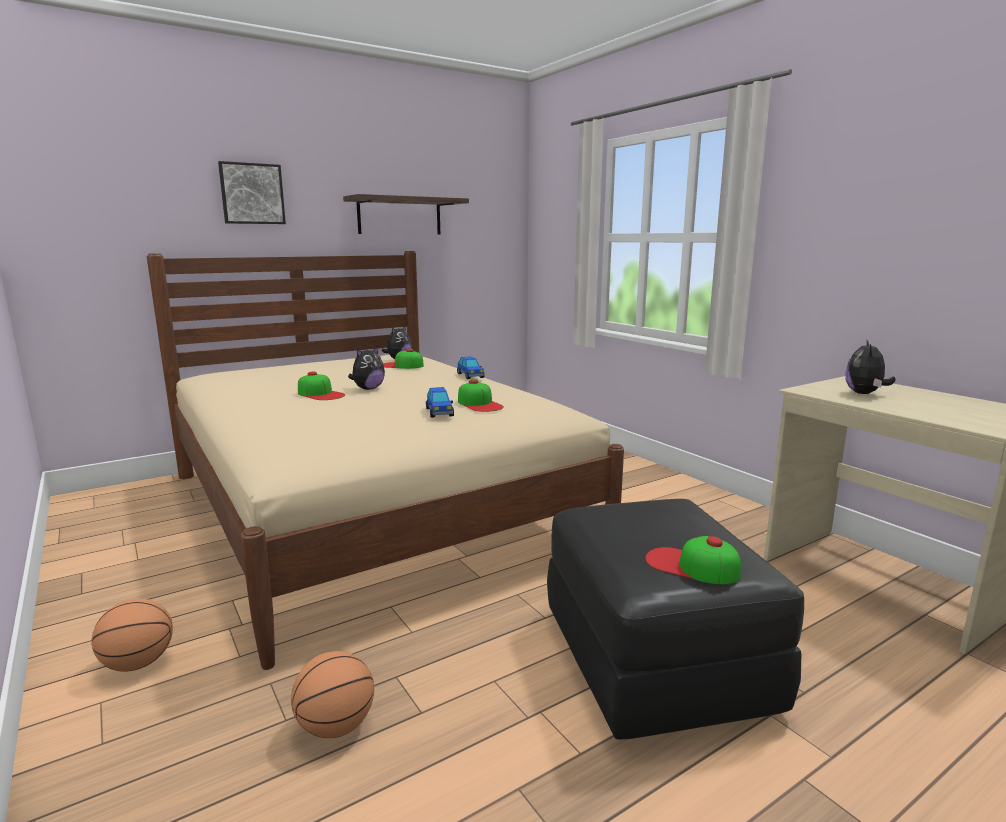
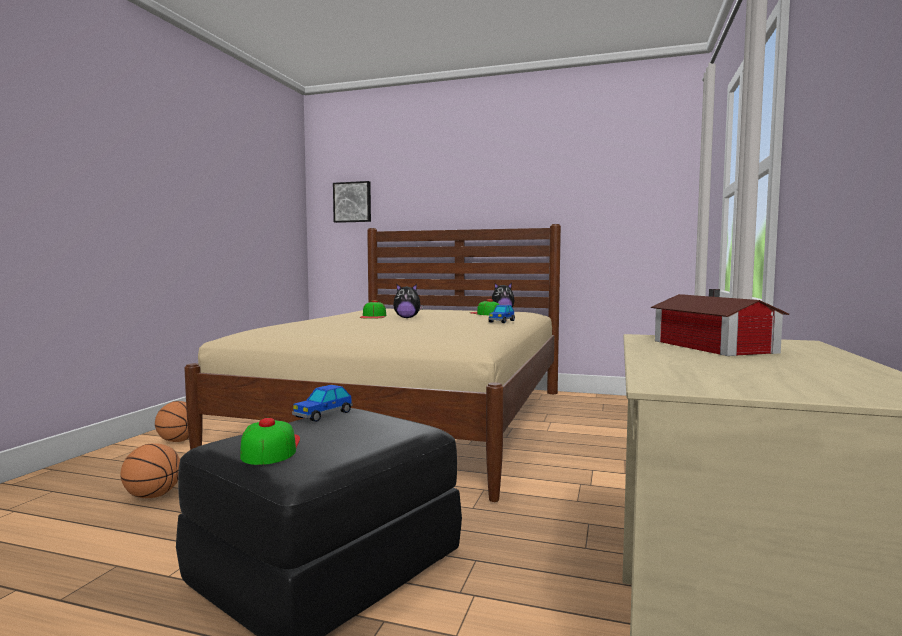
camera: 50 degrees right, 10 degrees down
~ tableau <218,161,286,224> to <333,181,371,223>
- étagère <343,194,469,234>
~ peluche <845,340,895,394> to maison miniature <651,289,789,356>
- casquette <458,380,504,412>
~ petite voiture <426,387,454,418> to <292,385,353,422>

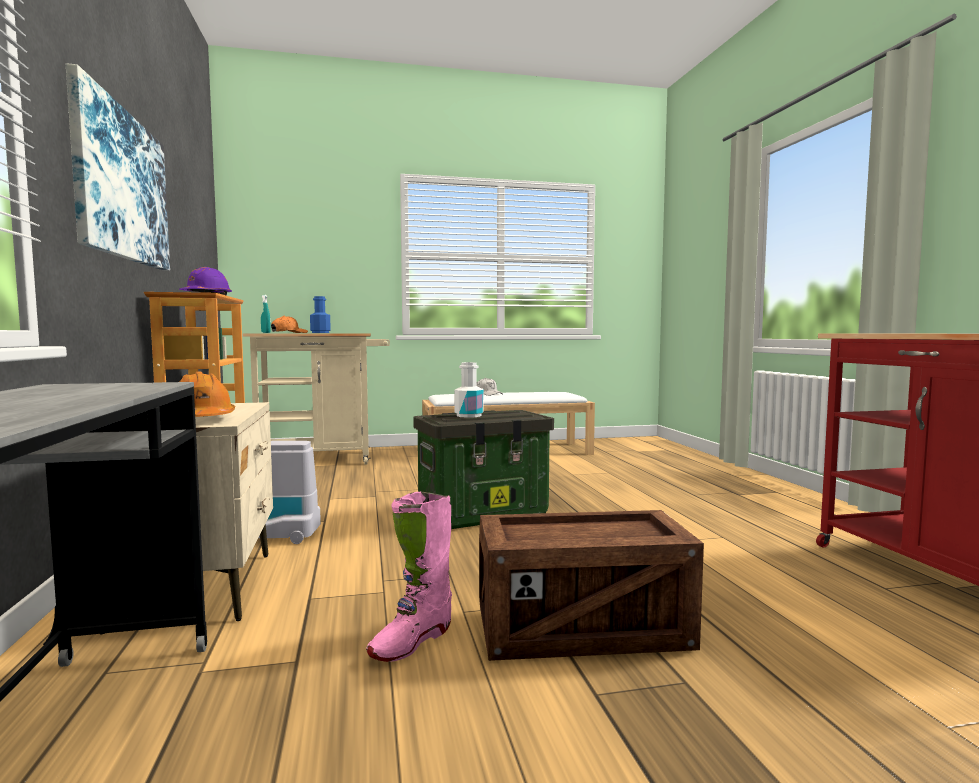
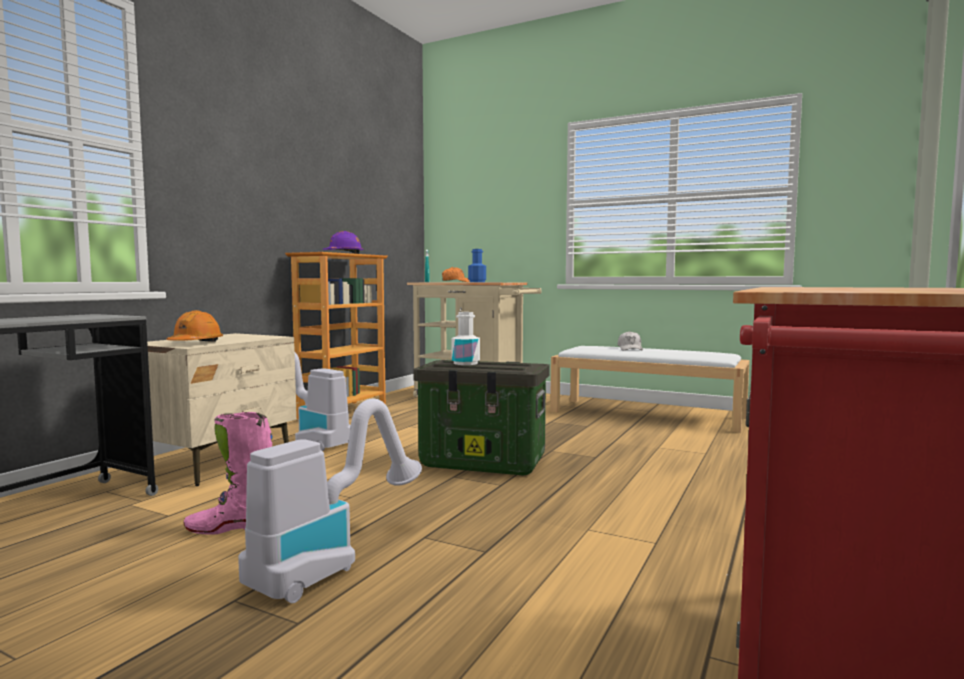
camera: 40 degrees right, 0 degrees up
- tableau <66,63,170,270>
~ caisse <479,510,704,661> to aspirateur <238,399,422,603>

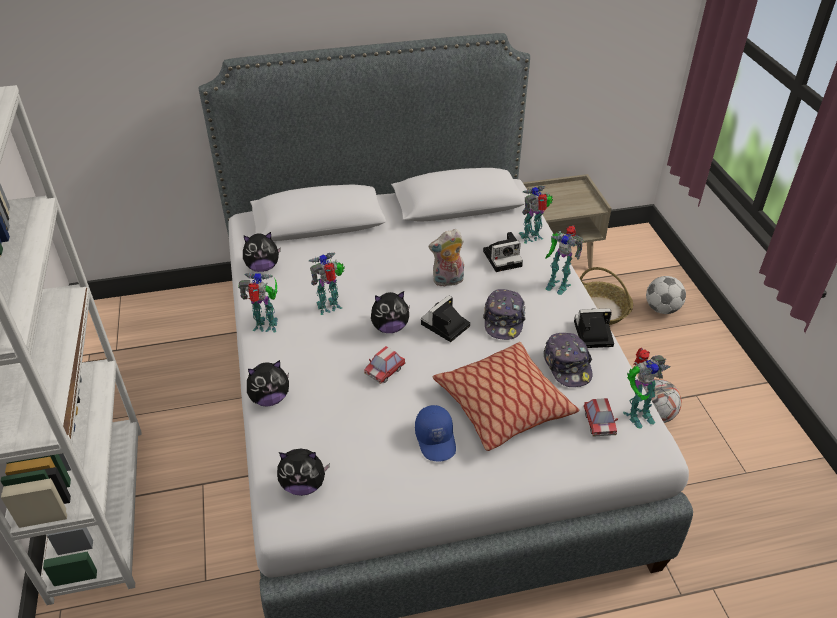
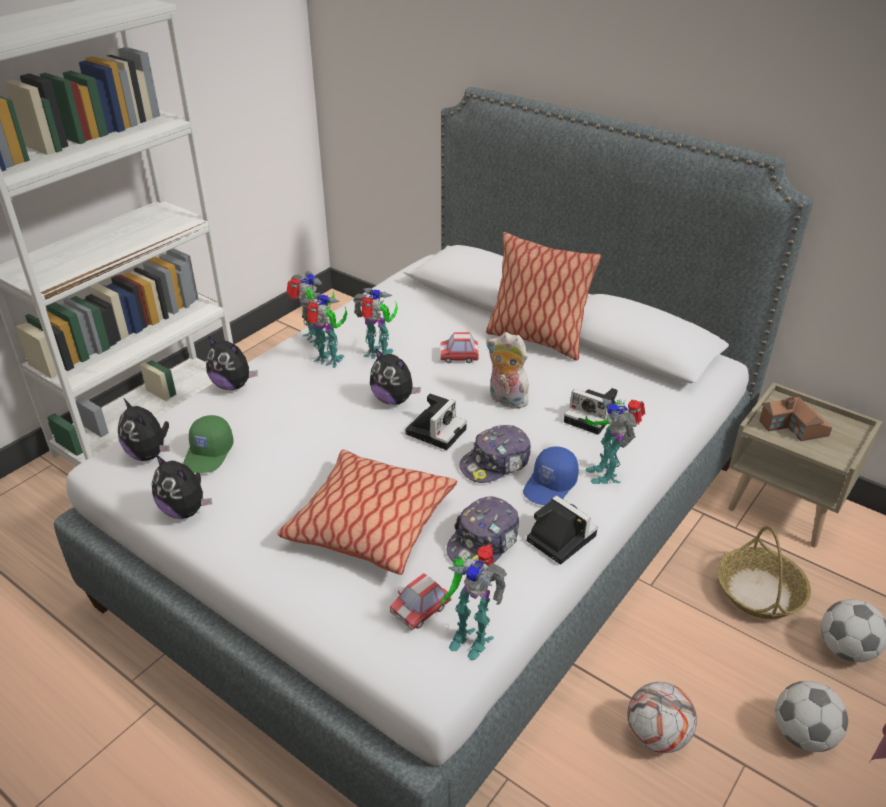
camera: 50 degrees right, 5 degrees down
~ robot jouet <519,186,553,244> to <301,293,347,368>
~ peluche <243,232,281,272> to <152,454,212,519>
~ appareil photo <421,295,470,342> = <405,394,467,450> 120 degrees clockwise
~ petite voiture <364,346,405,384> to <440,332,479,363>
~ casquette (bleu) <415,405,456,462> to <523,446,579,505>
+ coussin <486,232,601,361>
+ maison miniature <759,397,832,441>
+ casquette (vert) <183,415,234,473>
+ ballon de foot <775,681,848,752>

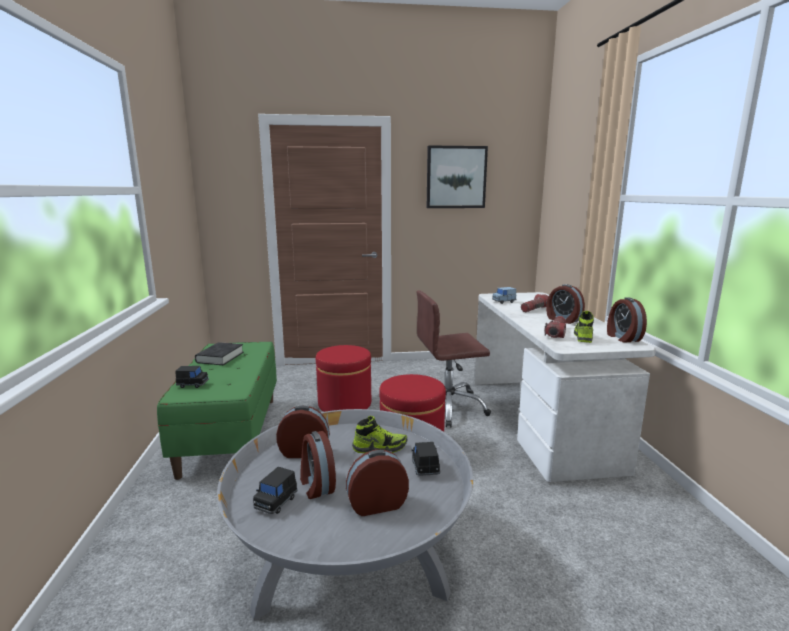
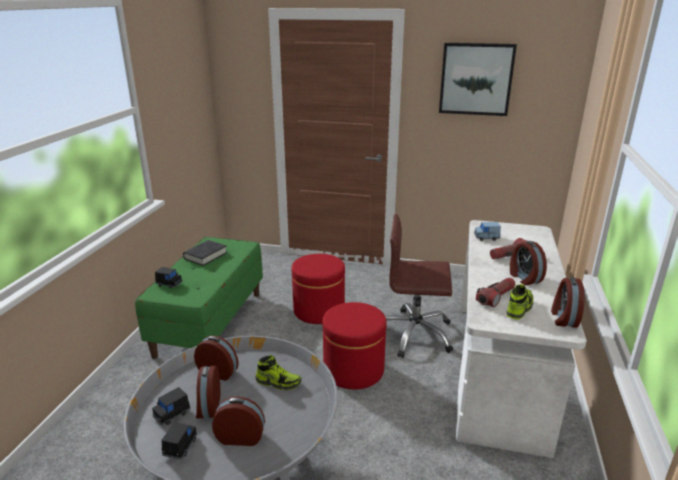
camera: 20 degrees right, 10 degrees up
~ petite voiture (noir) <412,442,440,476> to <161,422,197,459>

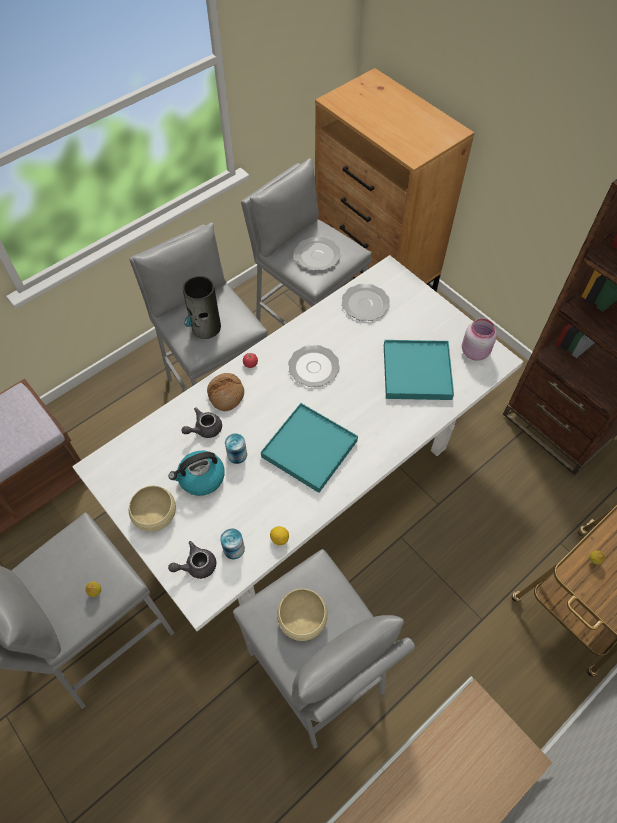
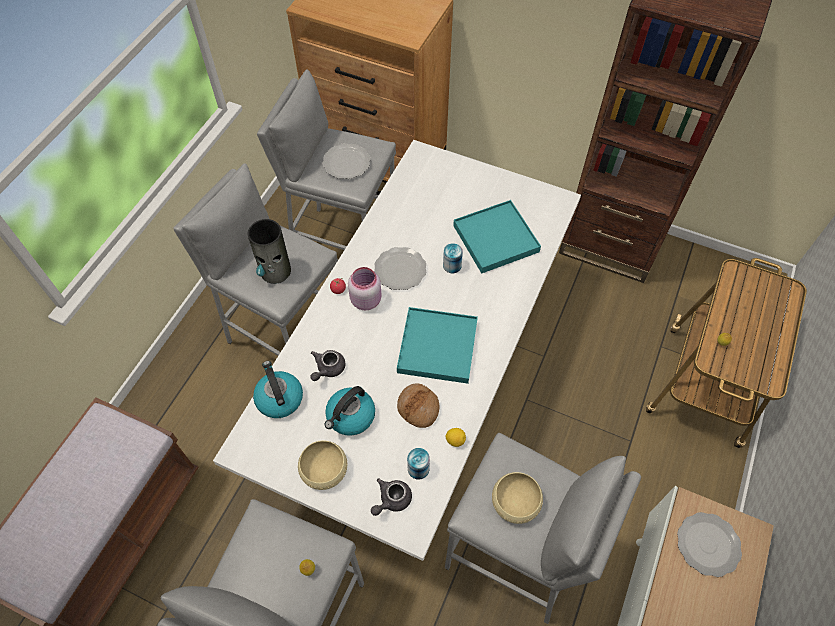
camera: 25 degrees left, 0 degrees up
~ assiette <342,284,390,321> to <677,512,742,577>
~ bocal (rose) <462,319,497,361> to <348,267,382,310>
~ pain <207,373,244,411> to <397,383,439,428>
~ boîte métallique <225,433,247,464> to <443,243,463,273>
+ bouilloire <253,361,303,418>

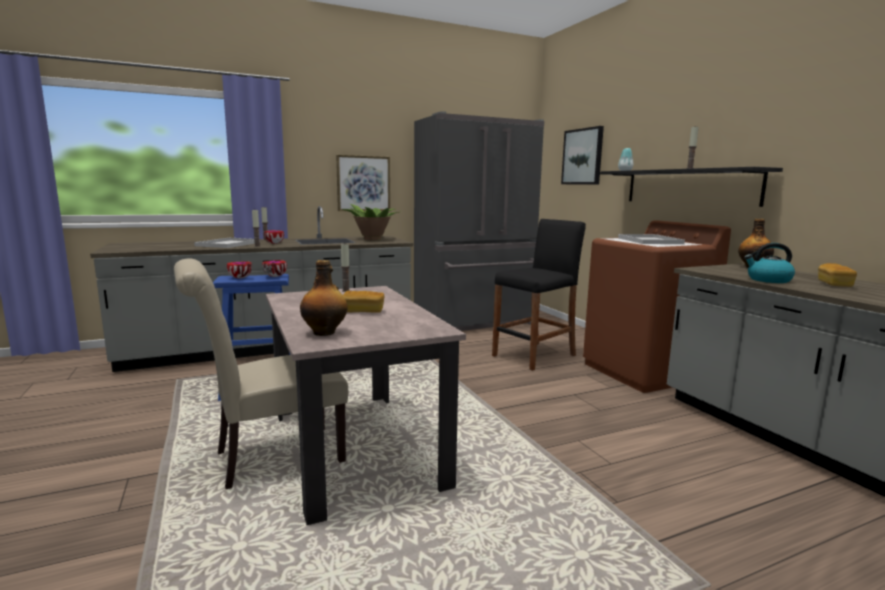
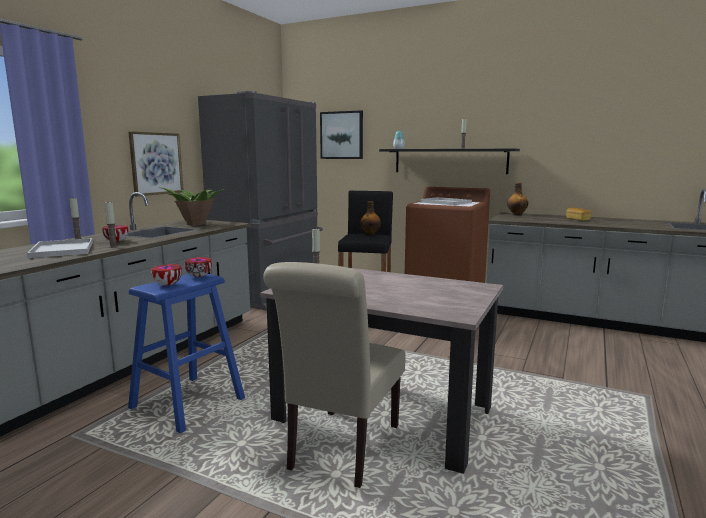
camera: 40 degrees left, 0 degrees up
- bouilloire <744,243,795,283>
~ bouteille <300,260,348,336> to <360,201,381,235>
- pain <343,291,385,313>

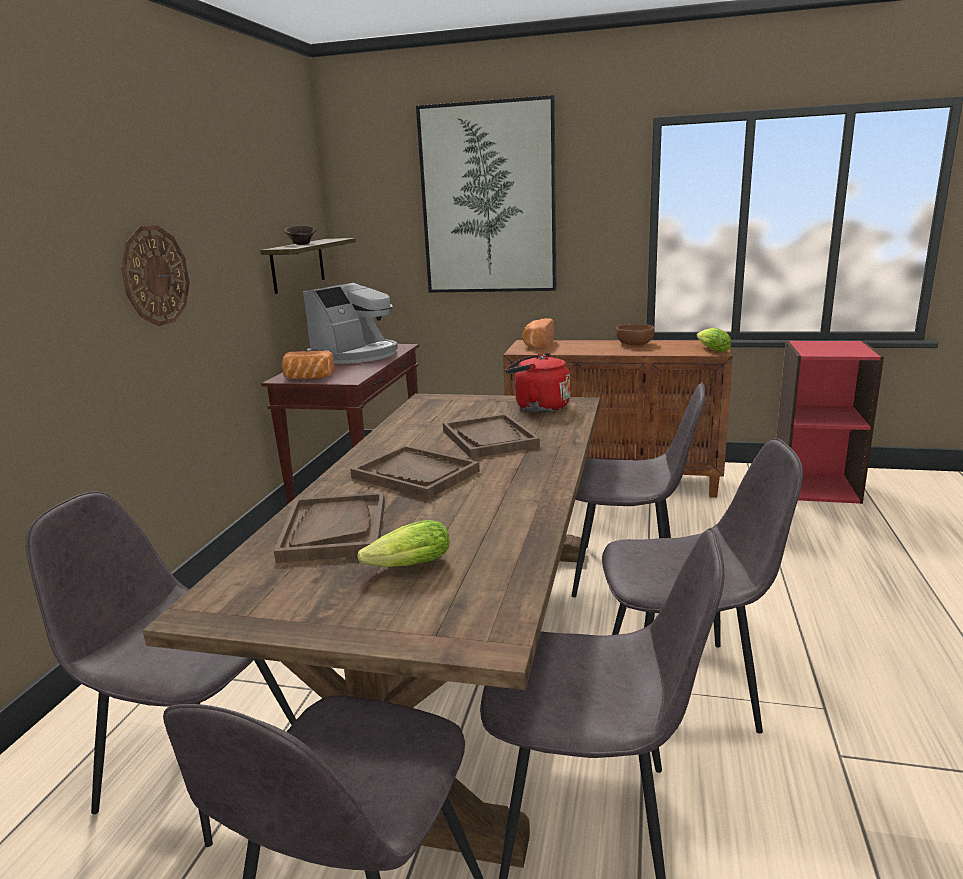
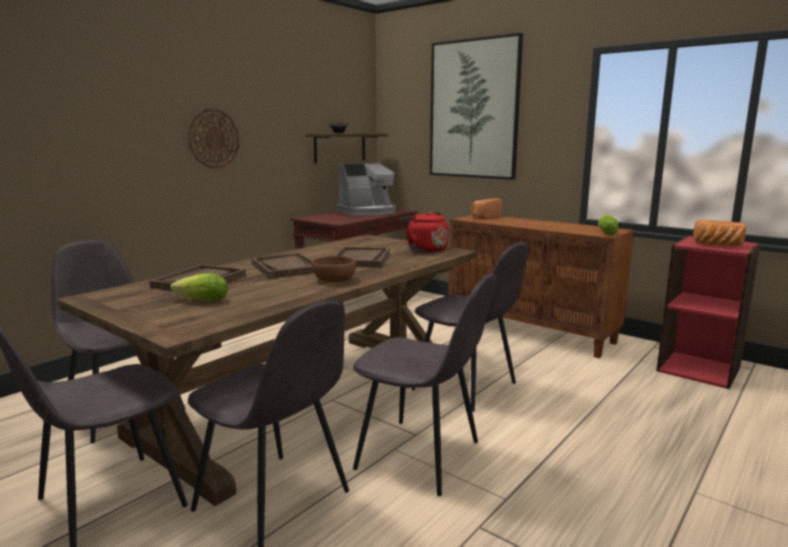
camera: 25 degrees right, 5 degrees down
~ bol (marron) <616,324,655,345> to <312,256,356,282>
~ pain <282,351,335,379> to <693,220,746,246>

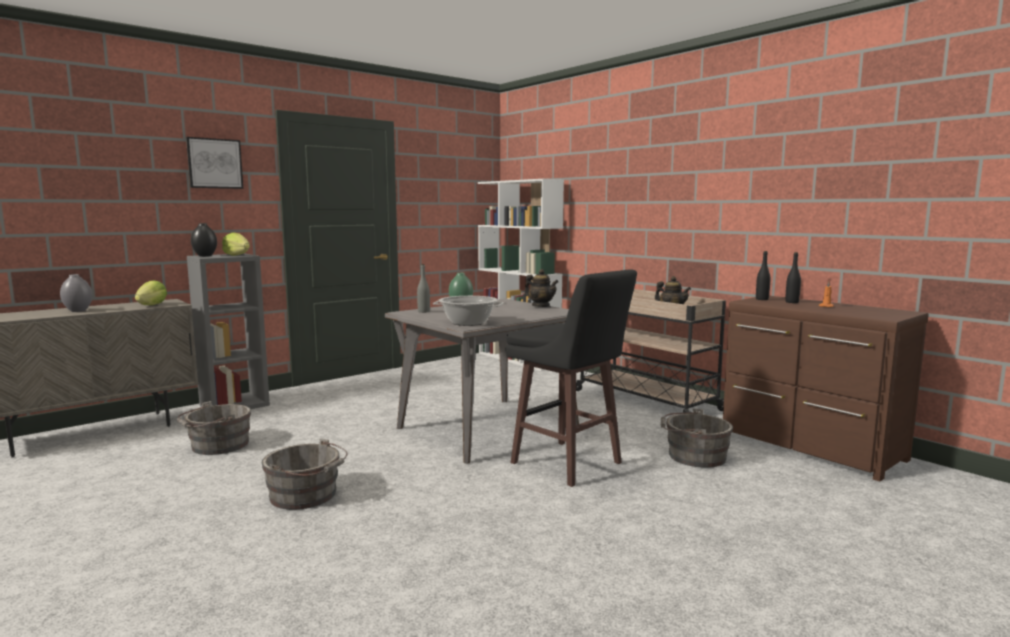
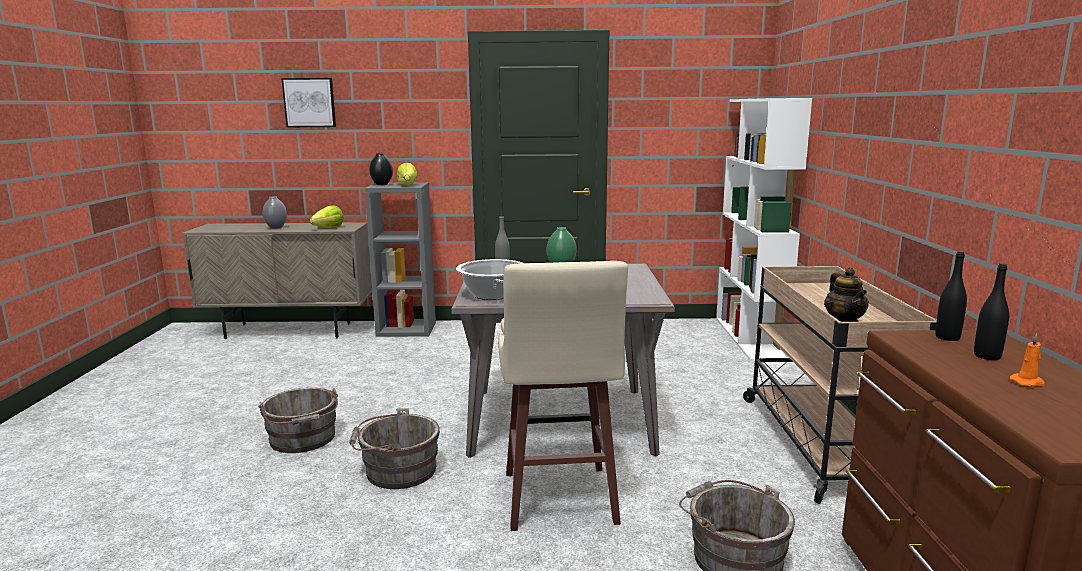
camera: 40 degrees right, 5 degrees up
~ tableau <186,137,243,189> to <281,78,336,127>
~ tabouret (noir) <506,269,637,487> to tabouret (beige) <498,261,628,531>
- théière <524,269,558,307>
~ seau (gris) <177,401,251,455> to <349,408,440,489>

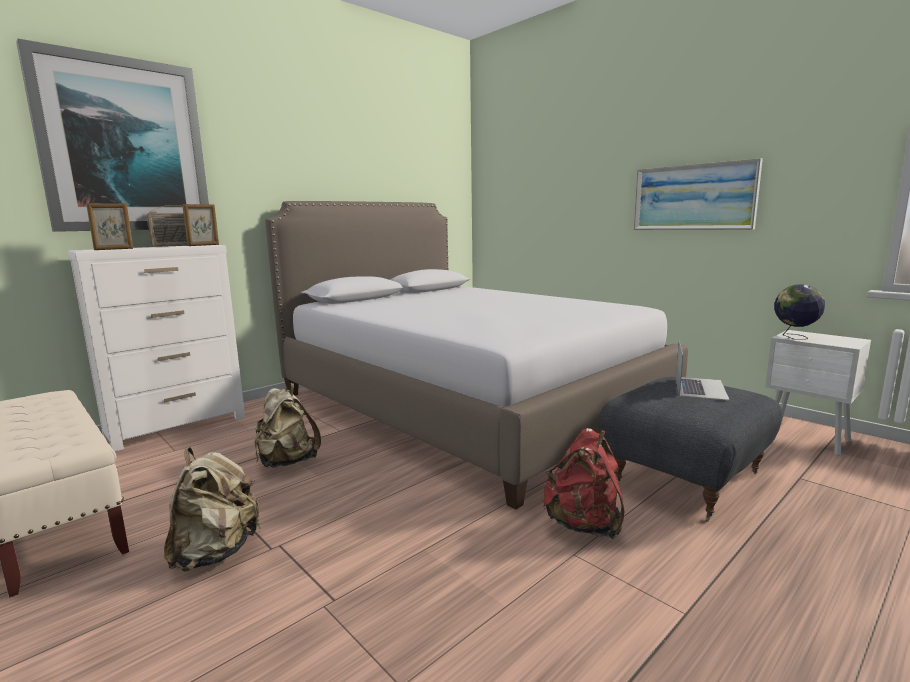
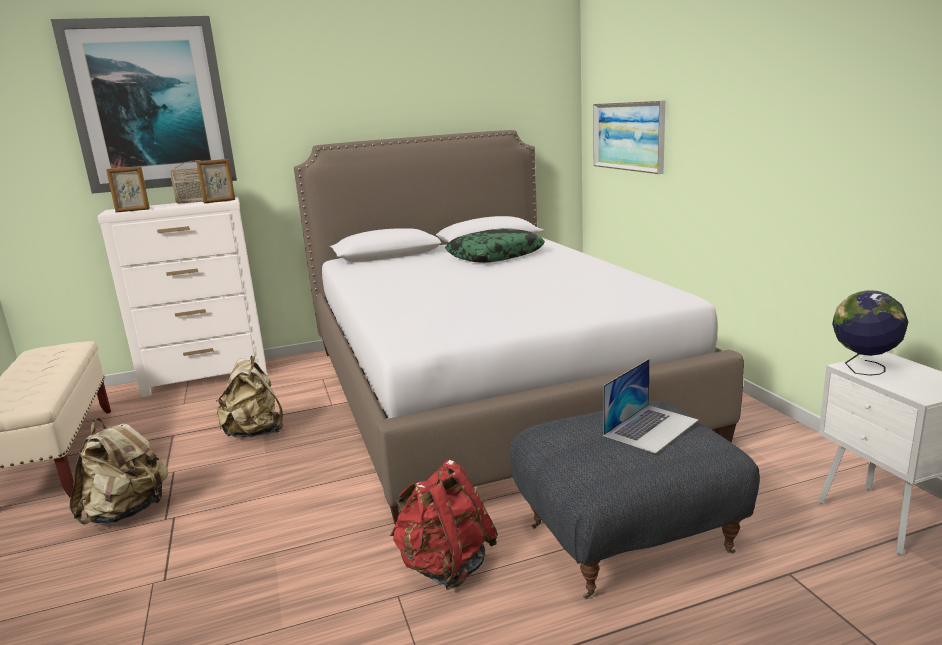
camera: 25 degrees right, 5 degrees up
~ tableau <634,158,763,230> to <593,100,665,174>
+ coussin <445,228,545,263>

